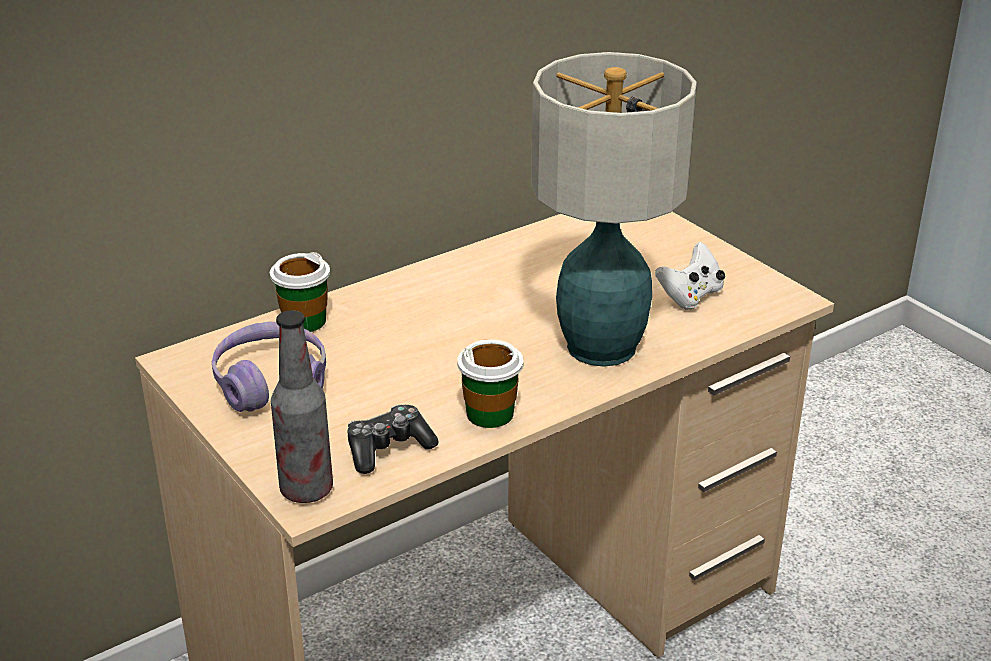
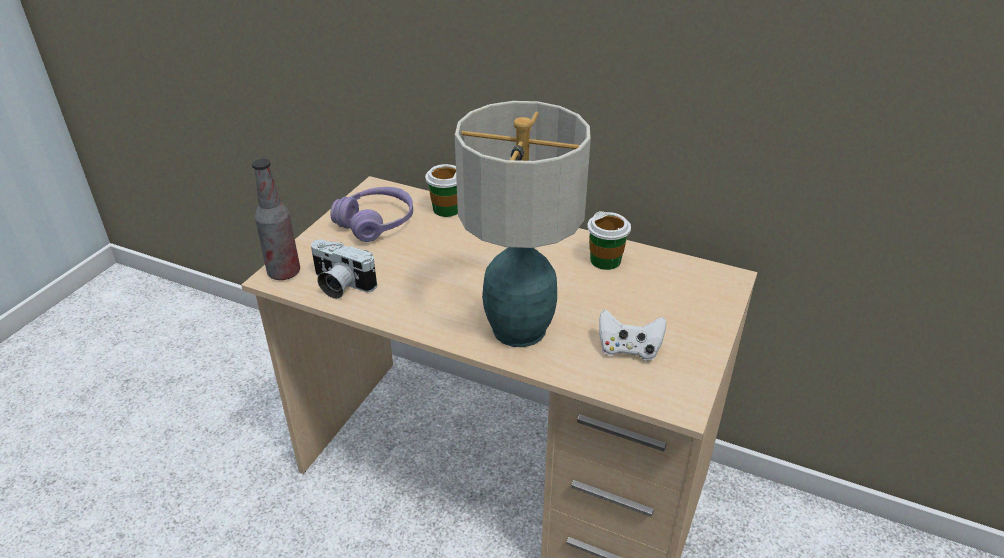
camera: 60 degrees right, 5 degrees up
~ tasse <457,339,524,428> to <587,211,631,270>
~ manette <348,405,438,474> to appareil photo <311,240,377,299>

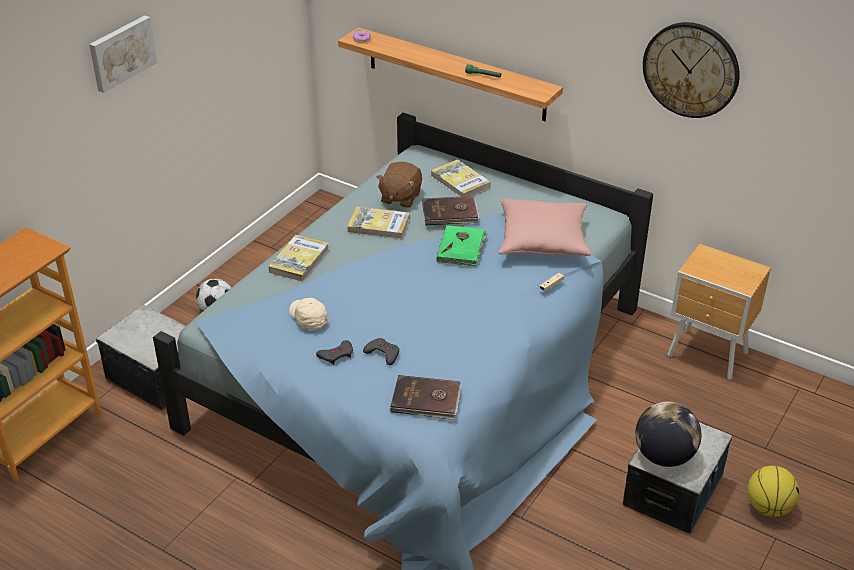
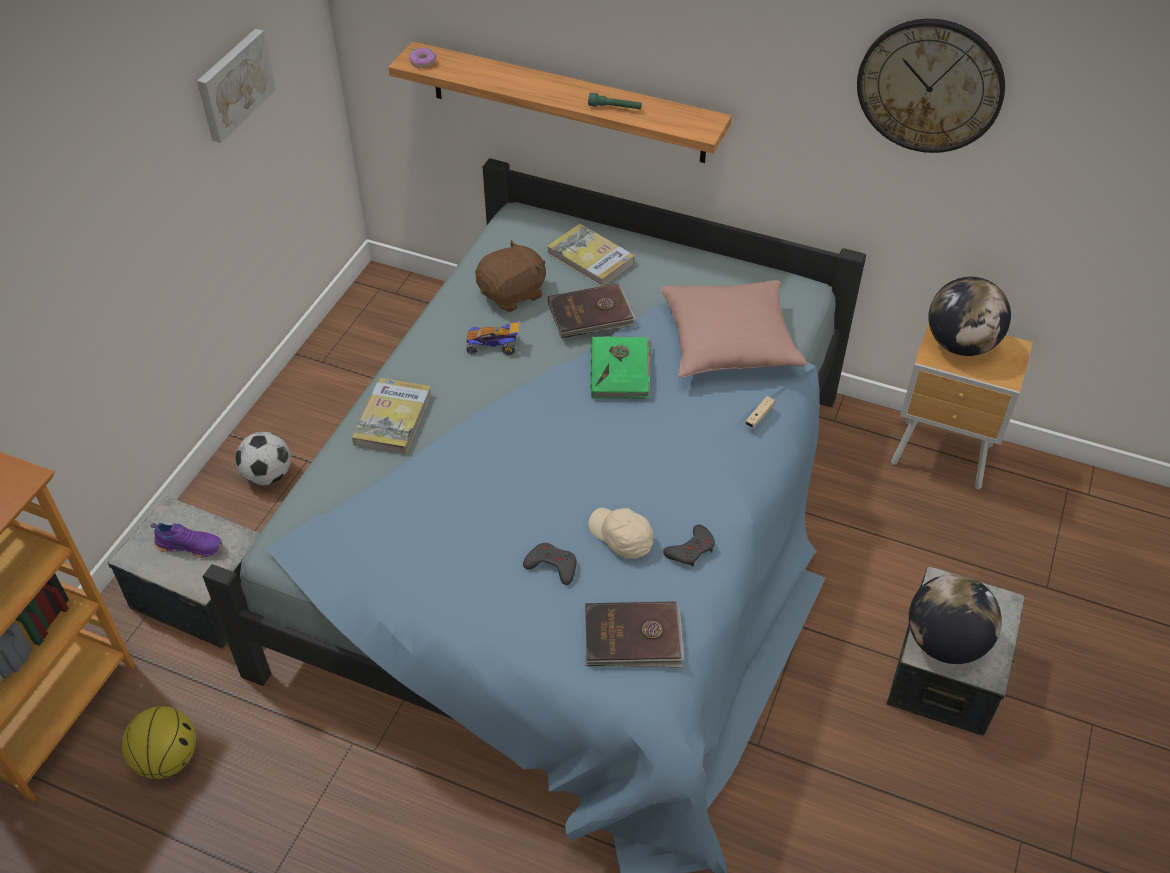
camera: 10 degrees left, 10 degrees up
~ tableau <89,15,157,93> to <197,29,276,143>
~ peluche (marron) <376,162,422,208> = <475,239,546,312> 135 degrees counterclockwise
~ livre <347,206,410,239> to petite voiture <466,320,519,355>
~ casquette (beige) <289,298,328,330> to <588,508,654,559>
~ manette (gris) <316,340,353,365> to <663,525,715,567>
~ ballon de basket <747,466,800,517> to <122,706,196,779>
+ globe <928,277,1011,356>
+ chaussure (violet) <150,523,222,558>

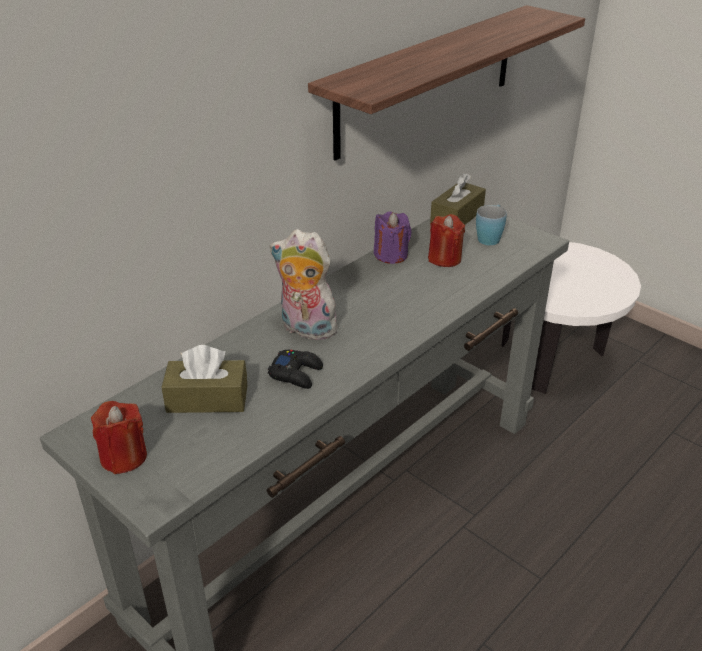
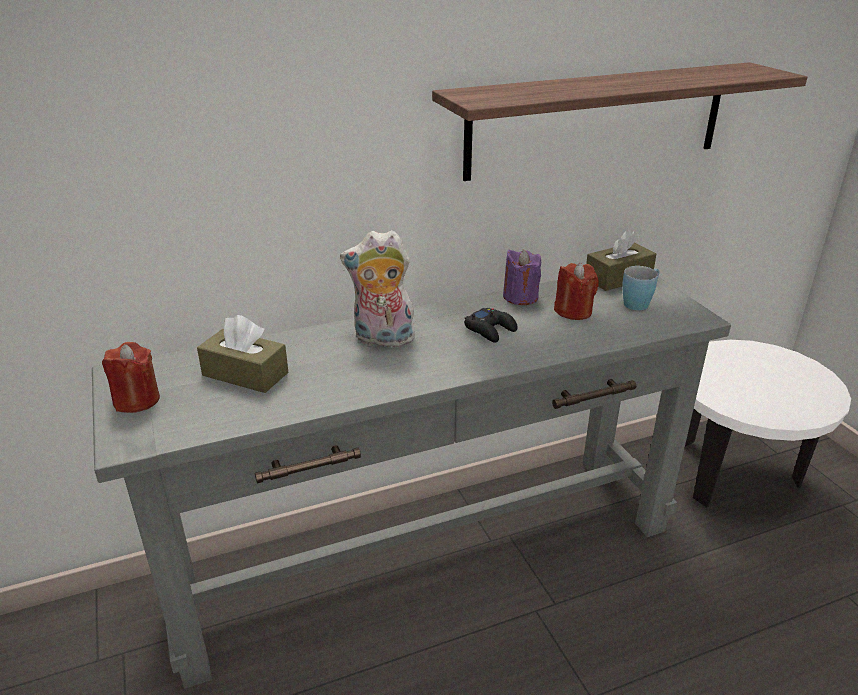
camera: 25 degrees right, 5 degrees down
~ peluche <270,229,340,340> = <340,230,418,347> 45 degrees counterclockwise
~ manette (noir) <268,350,323,389> to <464,308,518,343>

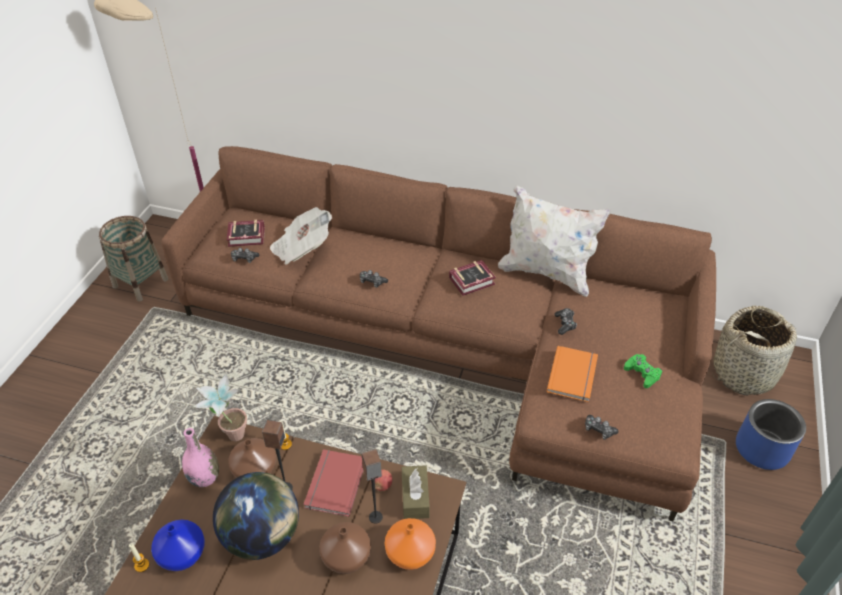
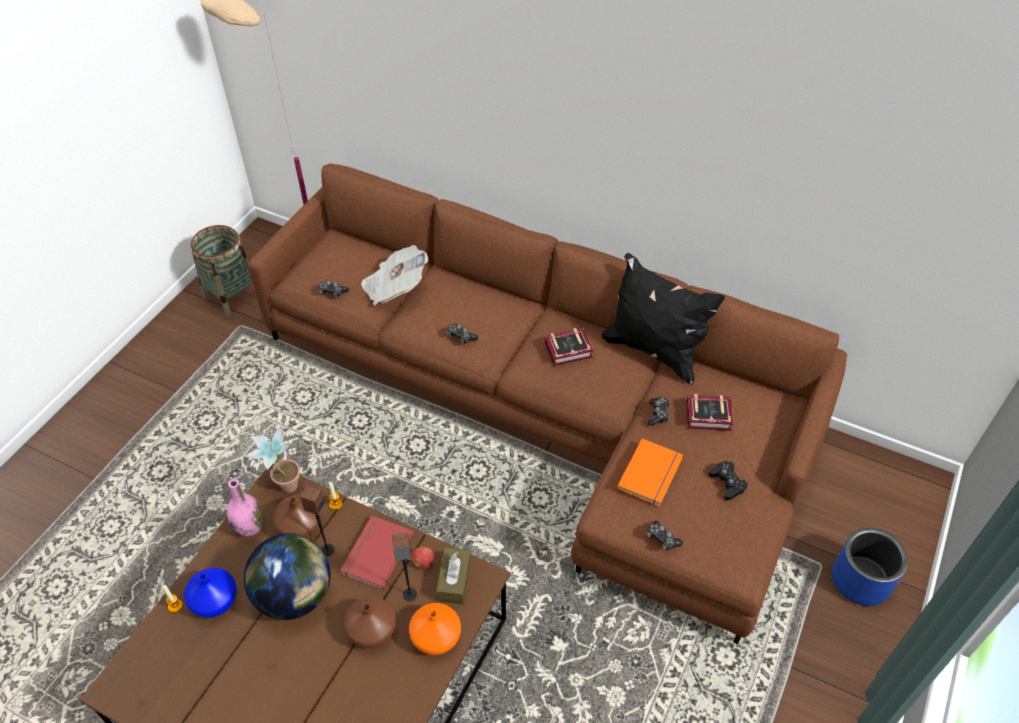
camera: 10 degrees right, 5 degrees up
~ coussin (blanc) <498,185,611,297> to coussin (noir) <602,253,725,385>
~ livre <227,220,265,247> to <686,394,734,431>
- panier <712,306,797,395>
~ manette (vert) <624,354,662,388> to manette (noir) <708,461,748,500>

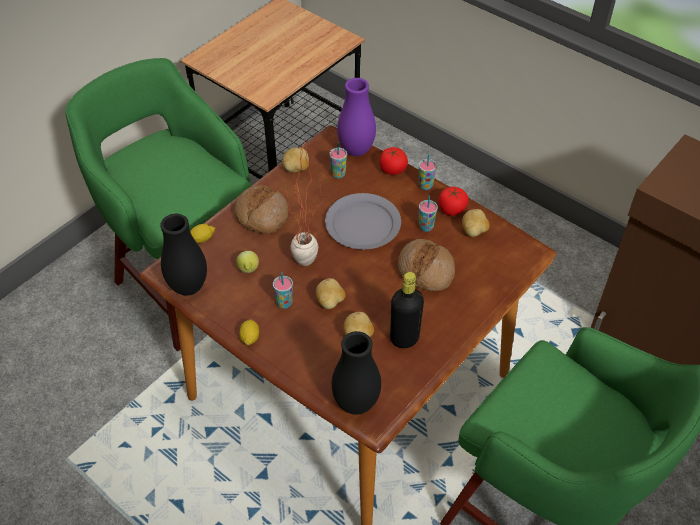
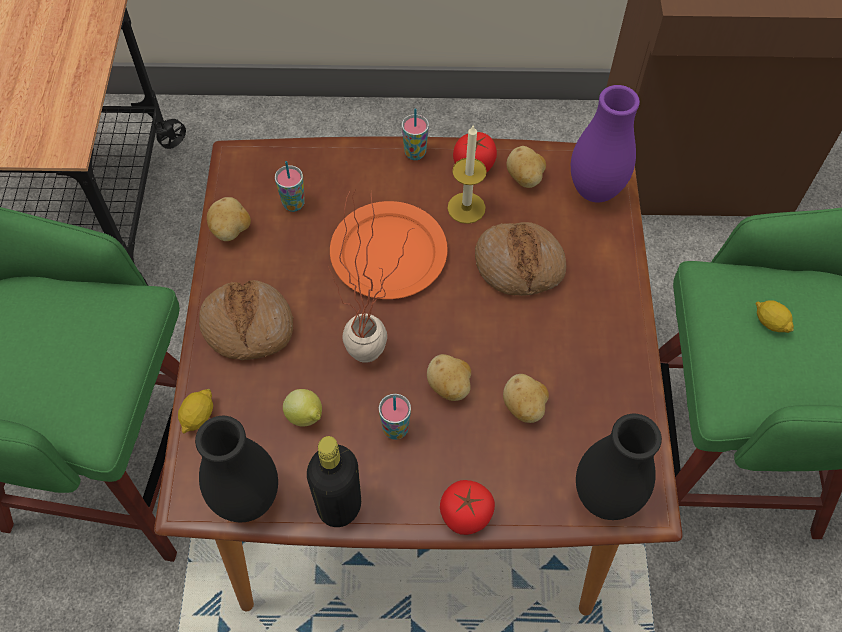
camera: 40 degrees left, 10 degrees up
~ vase (violet) <337,78,376,156> to <571,85,640,203>
~ tomate <379,147,408,175> to <440,480,495,535>
~ assiette (gris) <325,193,401,249> to assiette (orange) <330,201,448,299>
~ tasse <419,195,438,232> to bougie <447,125,487,224>
~ bouteille (noir) <390,272,424,348> to <307,436,361,527>
~ citron <240,319,259,345> to <756,300,794,333>

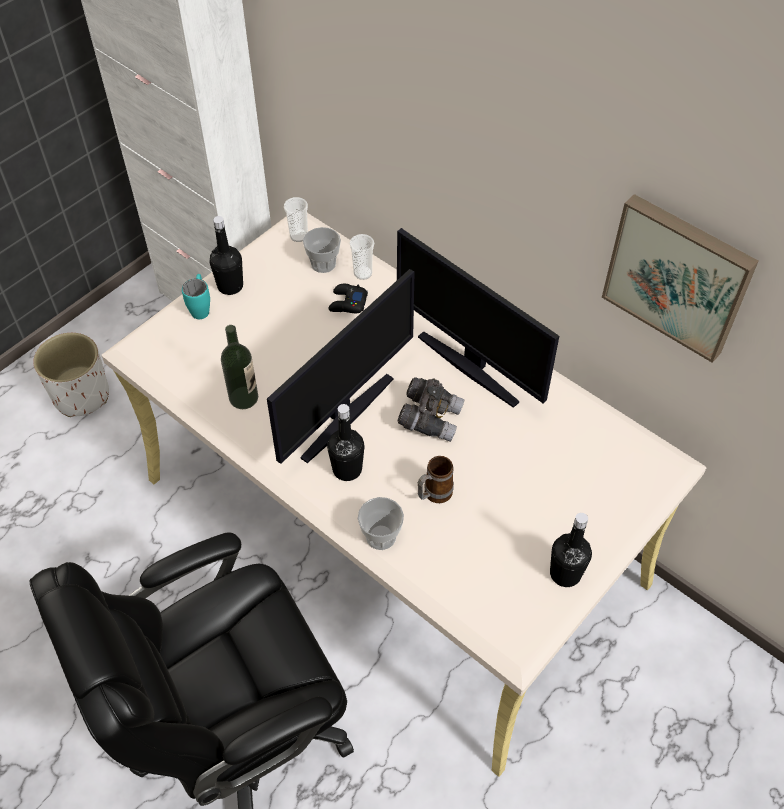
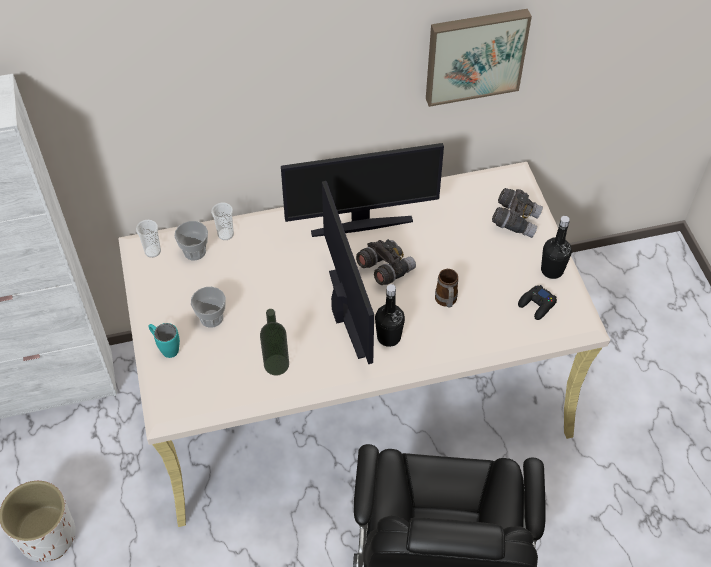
camera: 55 degrees left, 0 degrees up
- bouteille (noir) <209,216,243,295>
~ manette (noir) <328,284,368,313> to <518,285,557,320>
~ tasse <358,497,404,550> to <191,287,226,328>
+ jumelles (gris) <492,188,543,238>

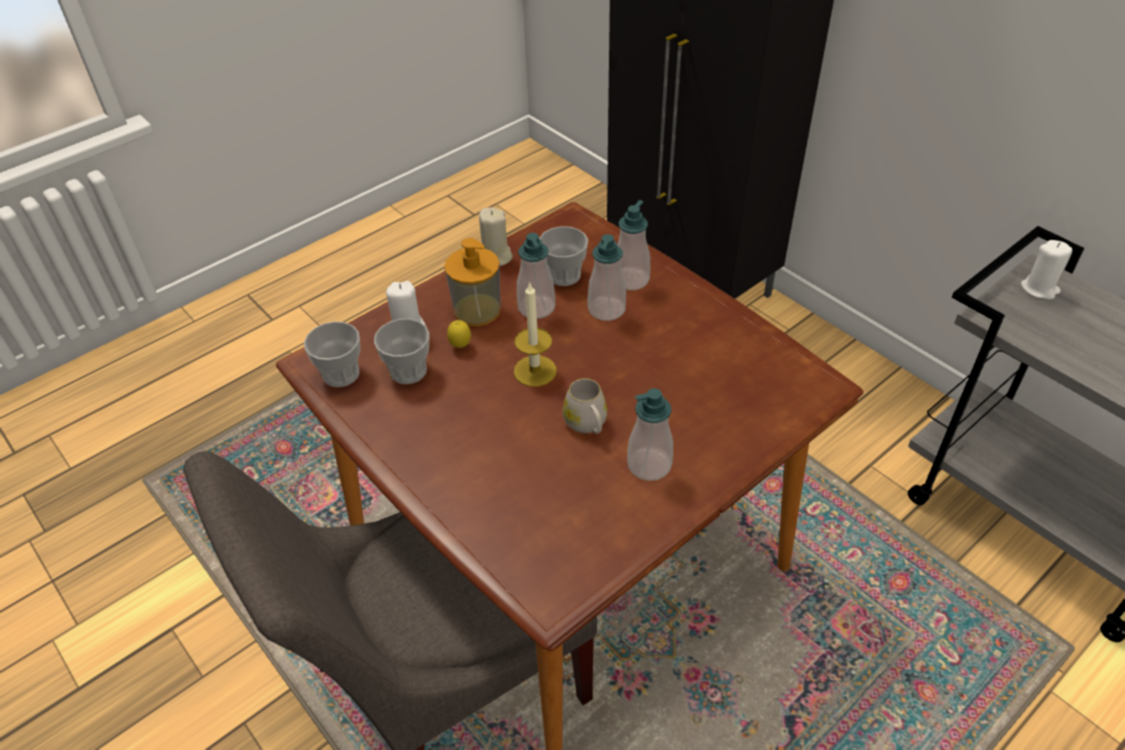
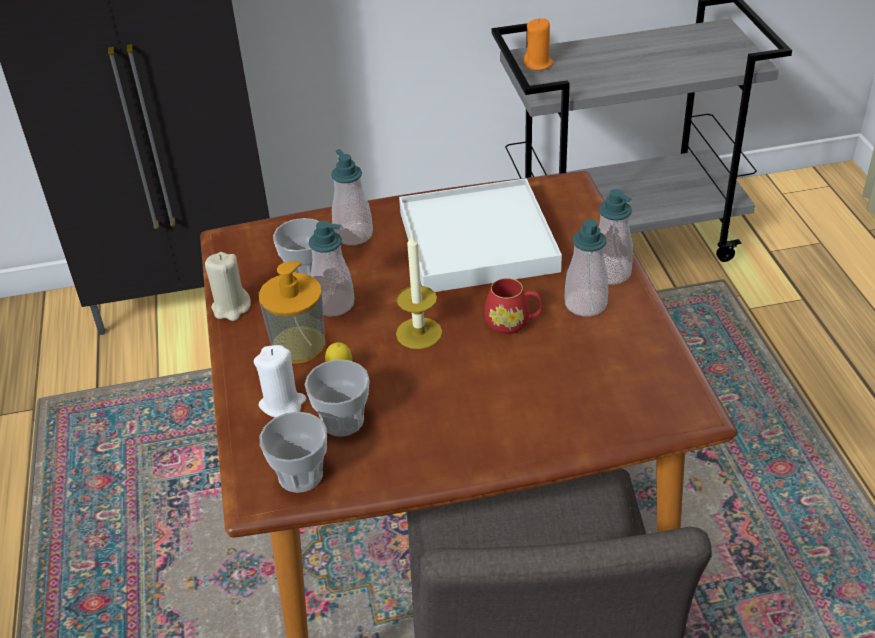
camera: 60 degrees left, 5 degrees down
~ distributeur de savon <588,234,626,321> to <599,189,633,285>
~ bougie (blanc) <1021,240,1073,300> to bougie (orange) <523,18,553,70>
~ mug (blanc) <563,378,607,434> to mug (rouge) <484,278,542,335>
+ plateau (blanc) <399,178,562,292>

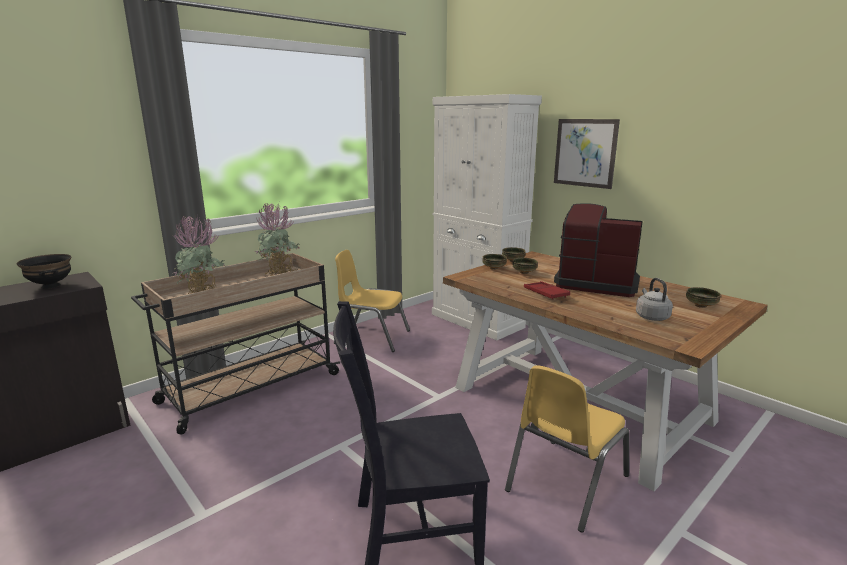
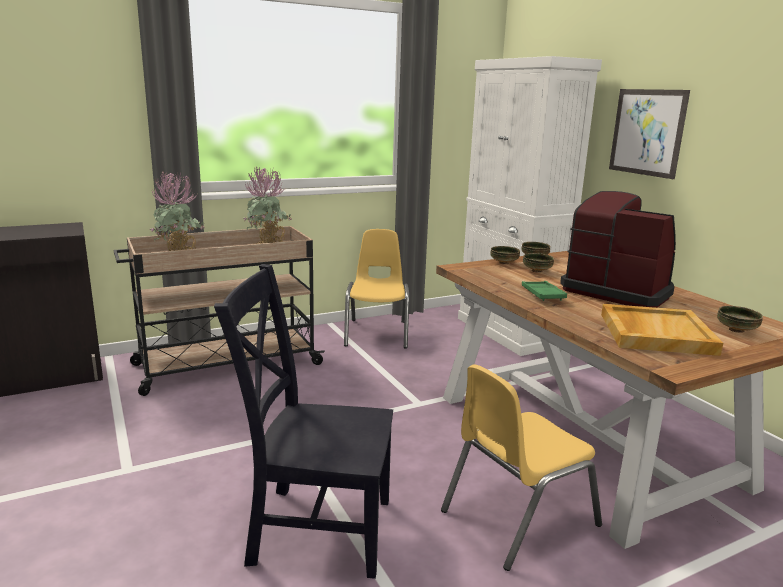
camera: 15 degrees right, 0 degrees up
~ chaise (jaune) <334,250,410,352> = <344,229,409,348> 60 degrees clockwise
- bol (noir) <17,254,71,289>
~ bouilloire (gris) <636,278,673,321> to plateau (beige) <601,304,723,356>
~ plateau (rouge) <524,281,570,300> to plateau (vert) <522,281,567,301>

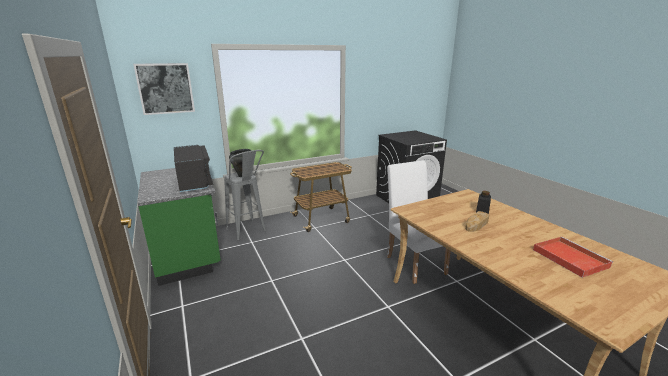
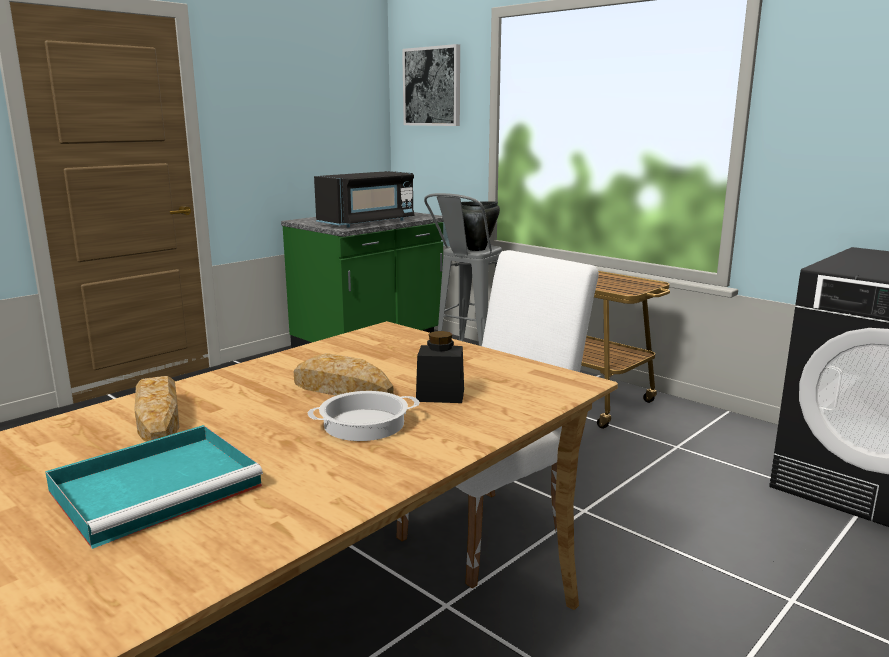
camera: 70 degrees right, 5 degrees down
~ plateau (rouge) <533,237,613,278> to plateau (turquoise) <45,425,263,549>
+ pain <134,376,180,442>
+ marmite <308,391,420,441>

